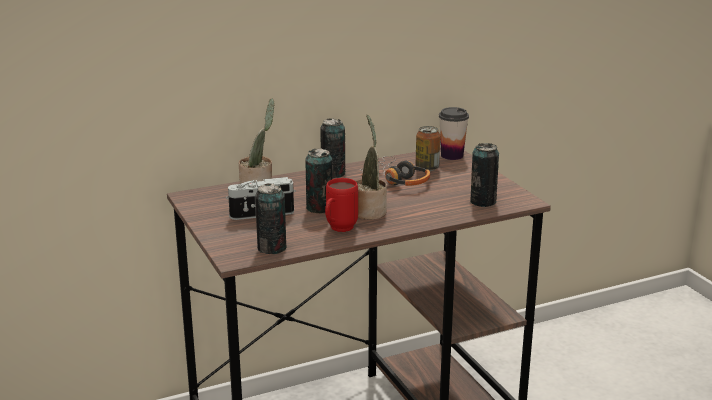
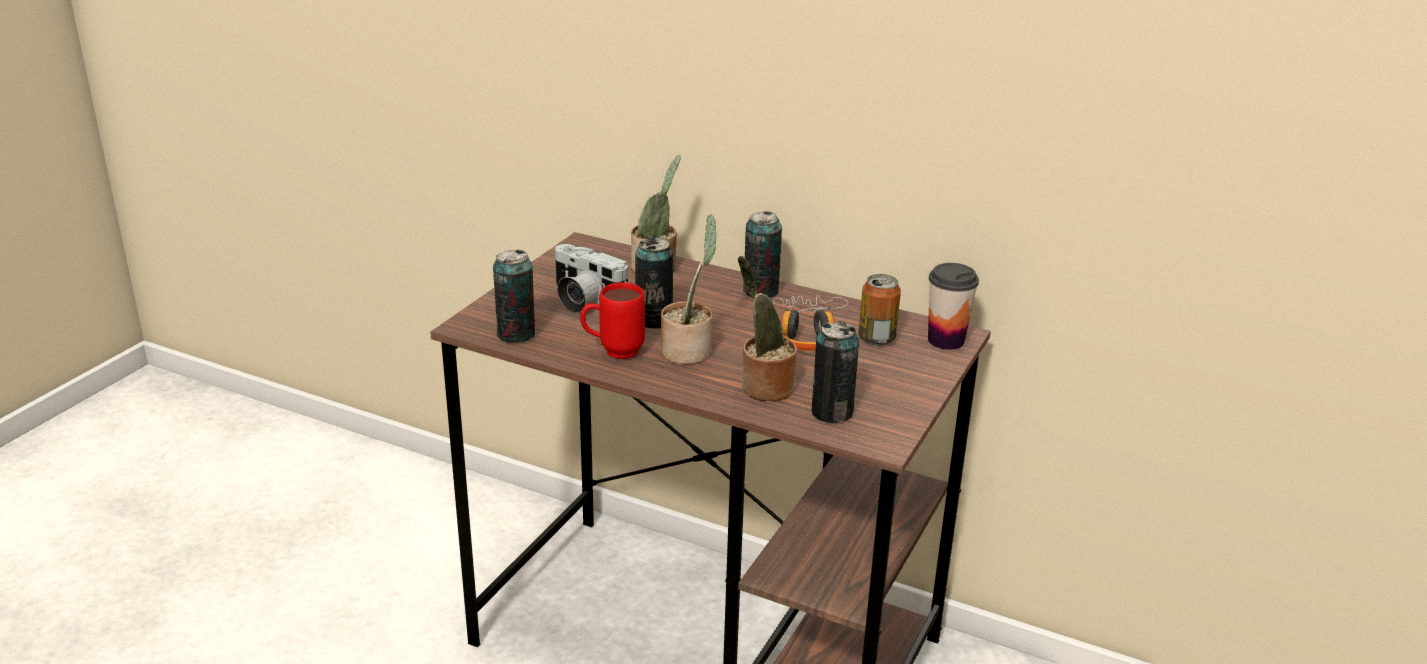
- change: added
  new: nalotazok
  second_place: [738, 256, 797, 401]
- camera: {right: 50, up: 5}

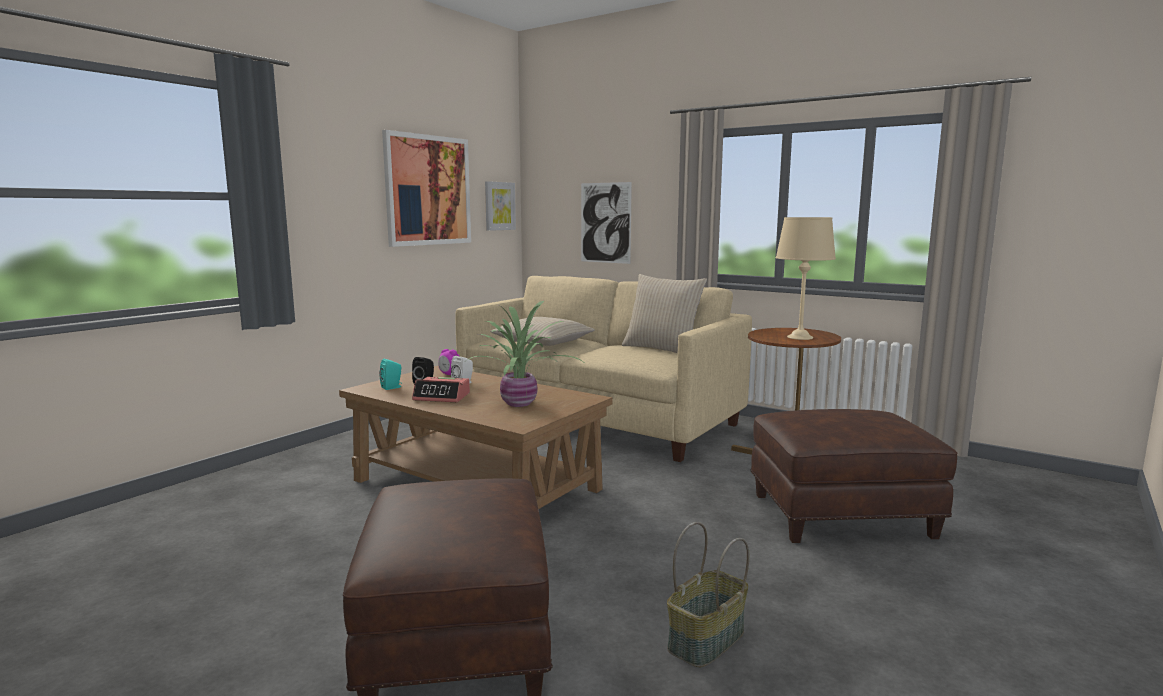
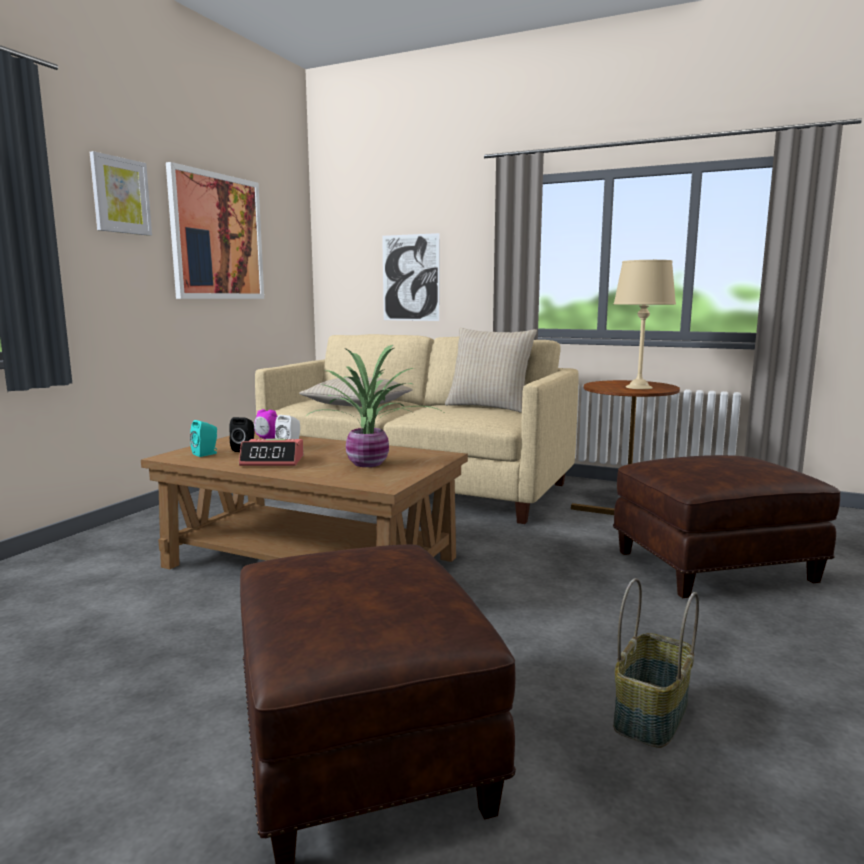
- change: moved
  old: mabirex
  first_place: [485, 181, 516, 231]
  second_place: [90, 151, 152, 236]
- camera: {right: -10, up: 0}

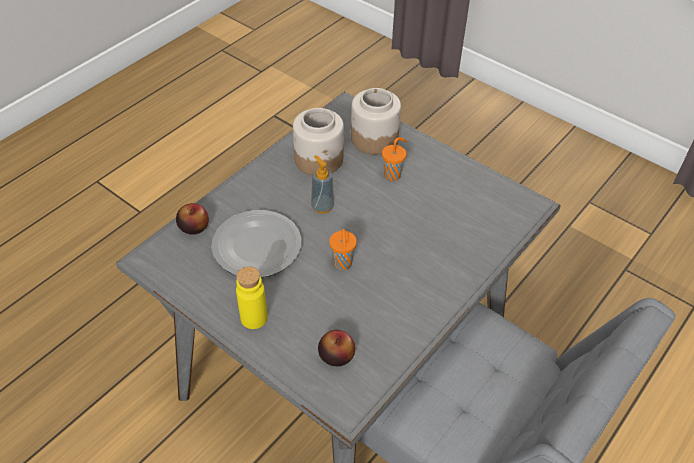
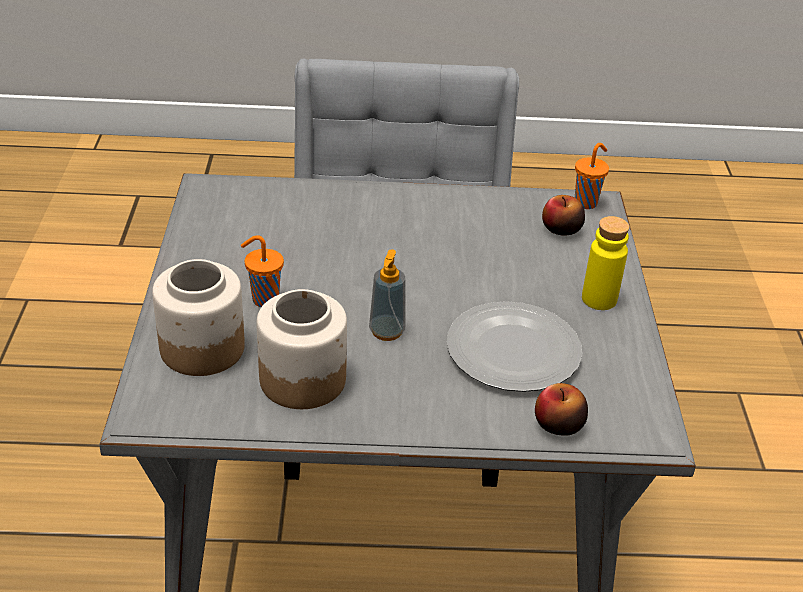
- change: moved
  old: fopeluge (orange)
  first_place: [329, 228, 357, 270]
  second_place: [575, 143, 609, 209]
- camera: {right: -130, up: -10}

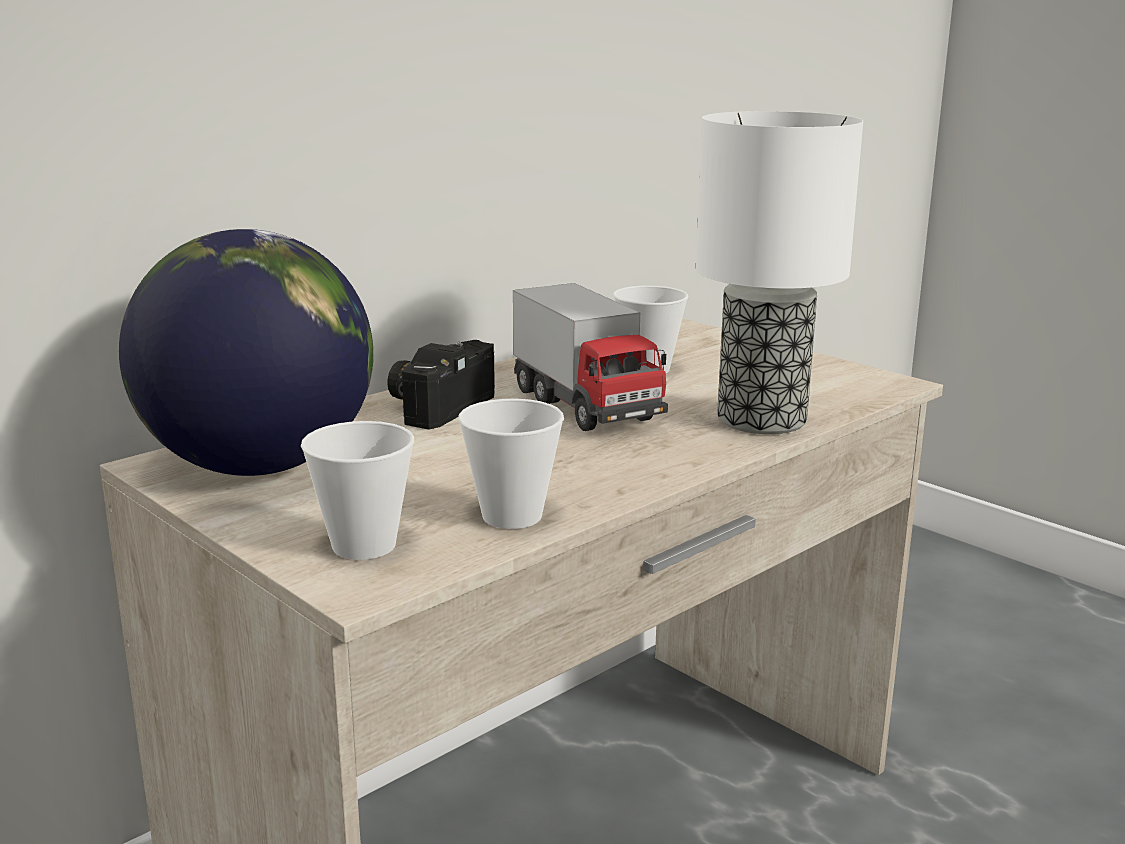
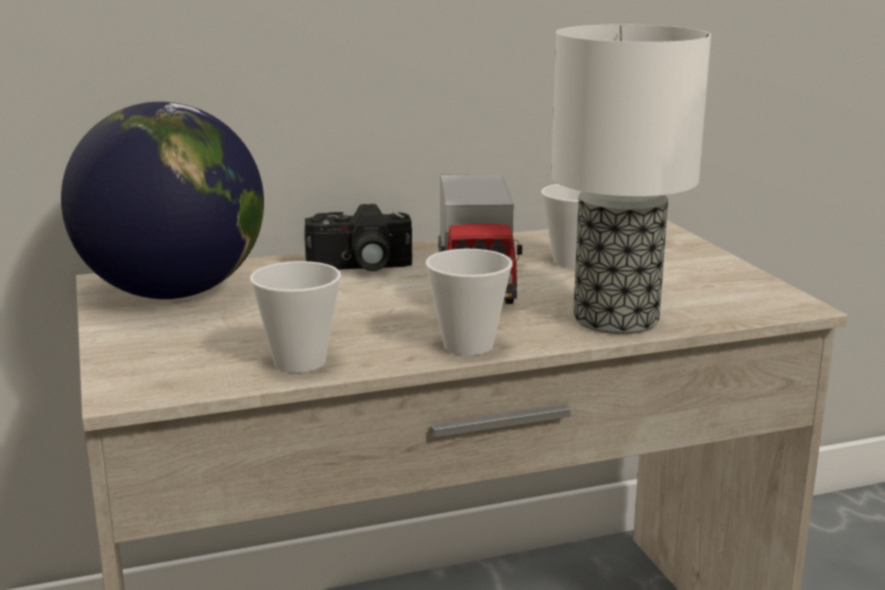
- change: turned
  old: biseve
  first_place: [387, 340, 495, 430]
  second_place: [304, 204, 412, 271]
  degrees: -150
- change: moved
  old: fopeluge
  first_place: [301, 421, 414, 560]
  second_place: [425, 249, 513, 355]
- camera: {right: 25, up: 0}

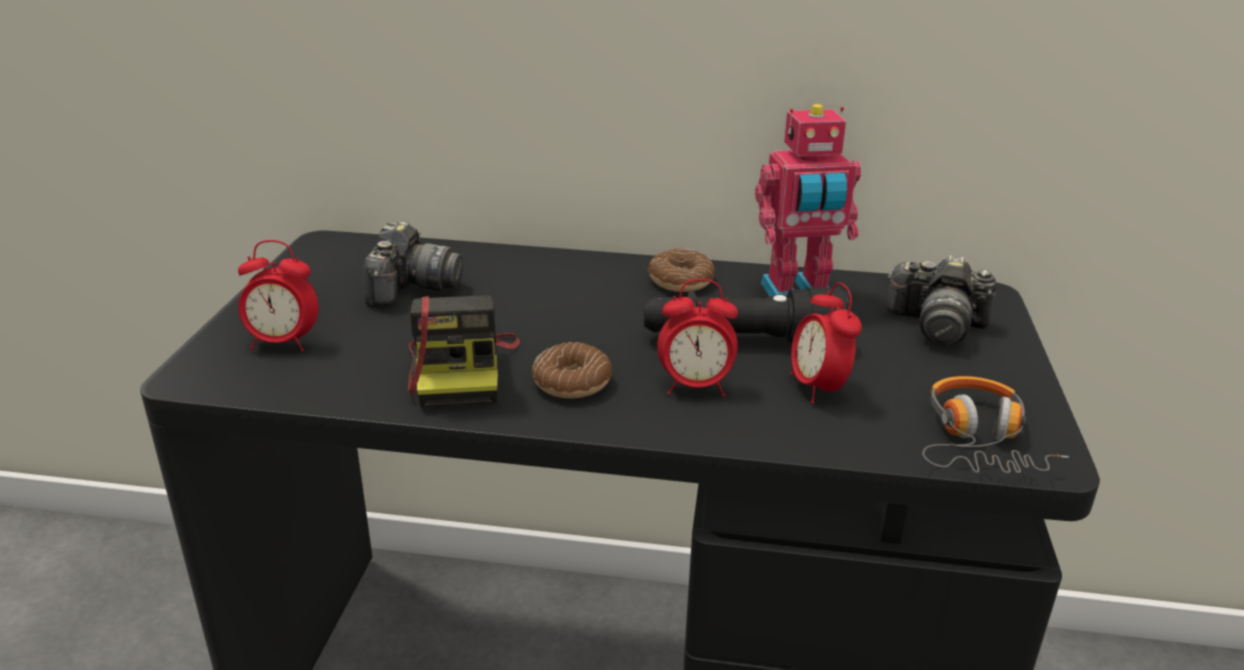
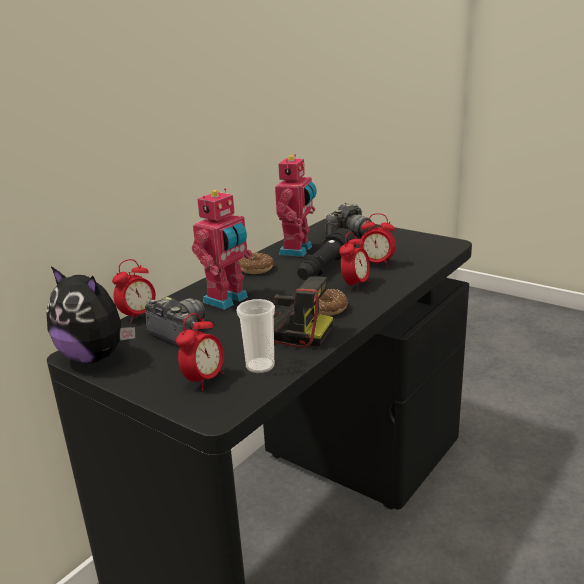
- change: added
  new: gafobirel
  second_place: [46, 266, 135, 363]
- change: added
  new: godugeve
  second_place: [112, 259, 156, 323]
- change: added
  new: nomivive
  second_place: [192, 188, 252, 310]
- change: added
  new: fopeluge
  second_place: [236, 299, 275, 373]
- change: removed
  old: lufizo
  first_place: [922, 376, 1069, 473]
- camera: {right: -60, up: -5}

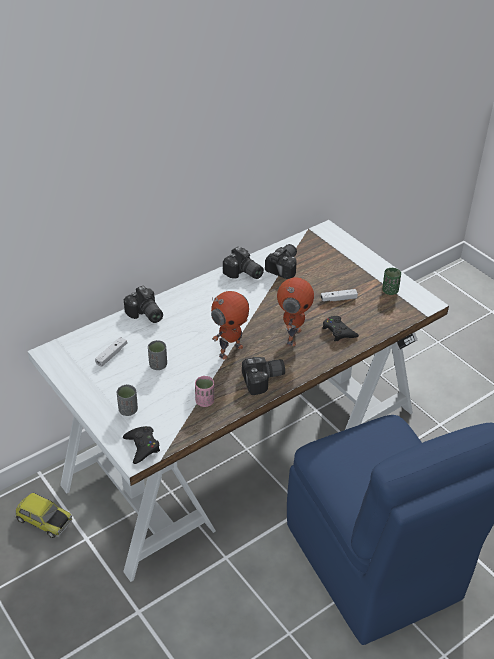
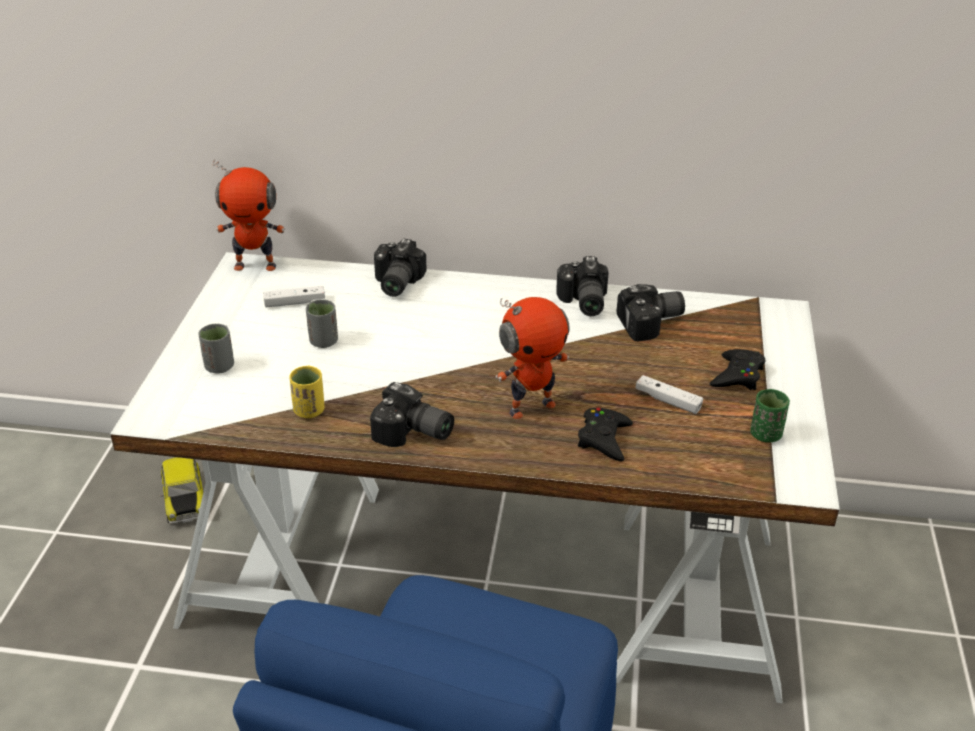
- change: moved
  old: nomivive
  first_place: [211, 291, 249, 360]
  second_place: [212, 159, 285, 271]
- change: recoloured
  old: fopeluge (pink)
  new: fopeluge (yellow)
  first_place: [195, 376, 214, 407]
  second_place: [289, 366, 325, 418]
- change: moved
  old: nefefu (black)
  first_place: [123, 426, 160, 464]
  second_place: [710, 349, 766, 390]
- camera: {right: 45, up: -5}

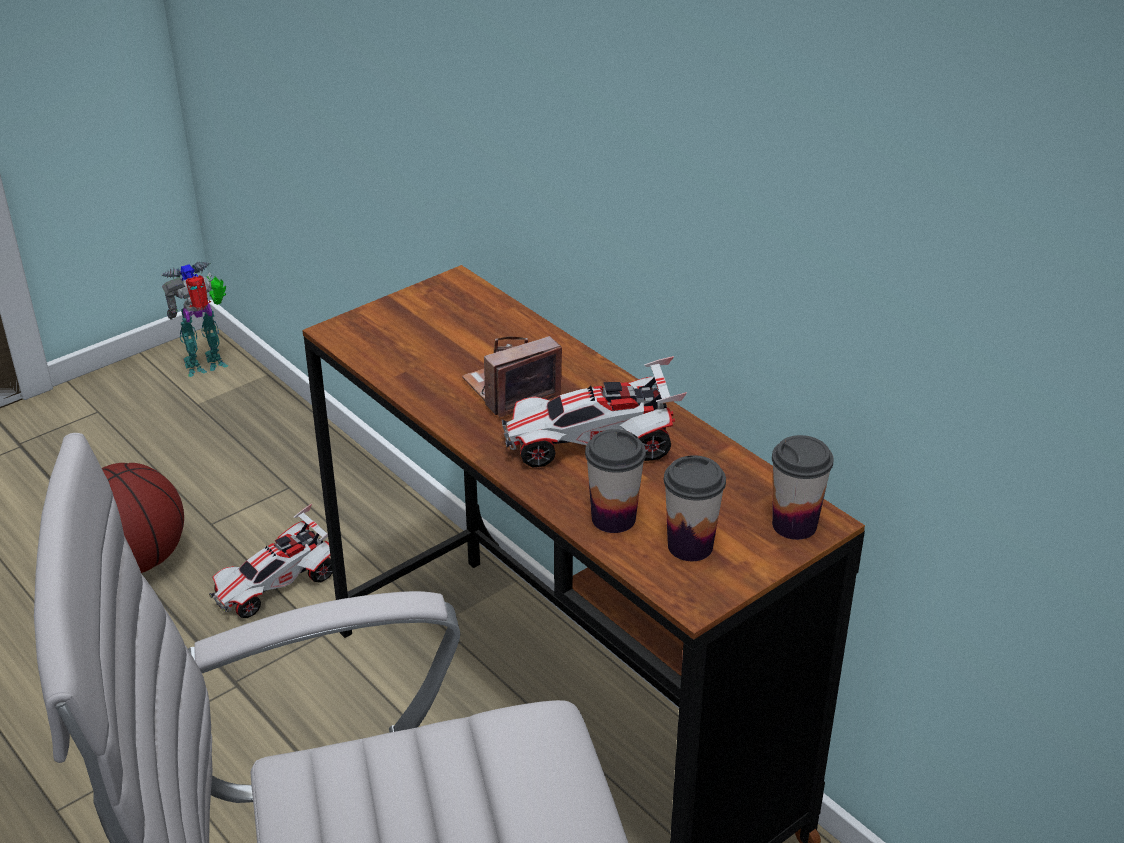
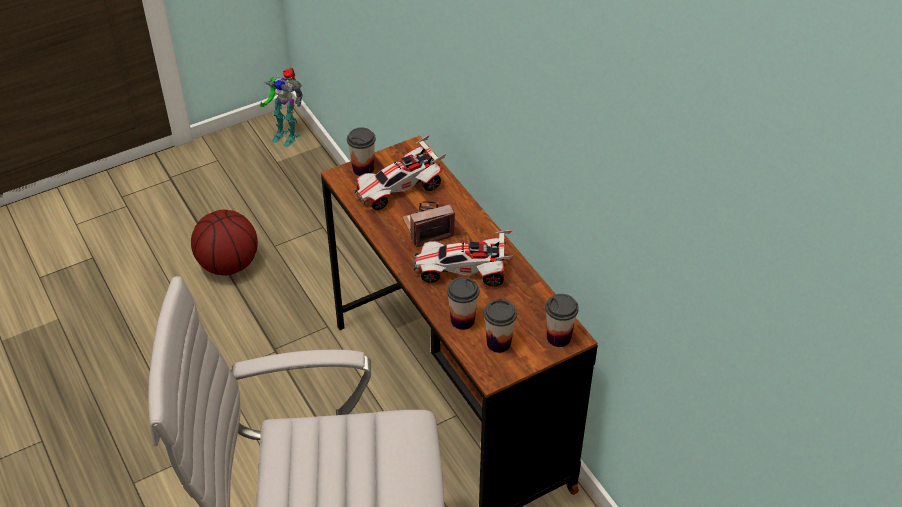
- change: turned
  old: nomivive
  first_place: [161, 261, 228, 377]
  second_place: [260, 68, 303, 147]
  degrees: -135
- change: added
  new: fopeluge
  second_place: [347, 127, 376, 176]
- change: moved
  old: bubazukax
  first_place: [209, 504, 333, 618]
  second_place: [353, 135, 446, 210]
- camera: {right: 10, up: 10}

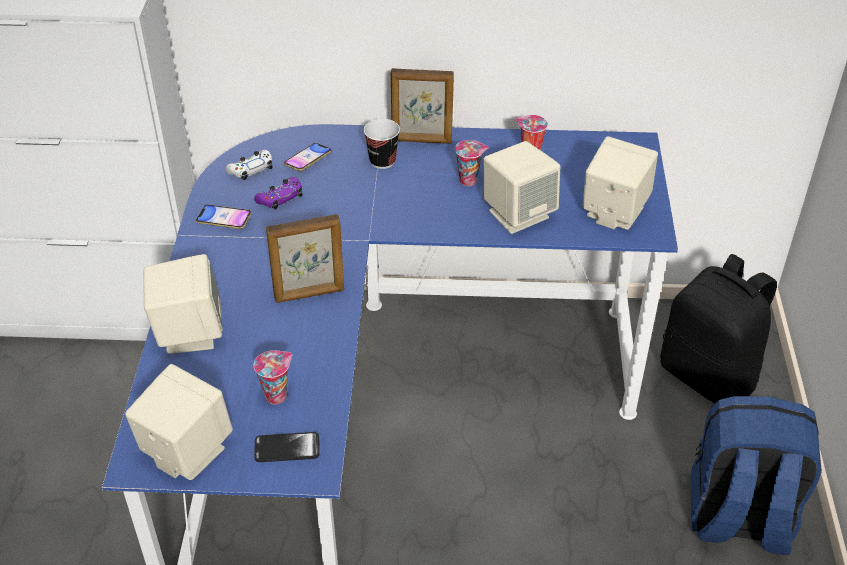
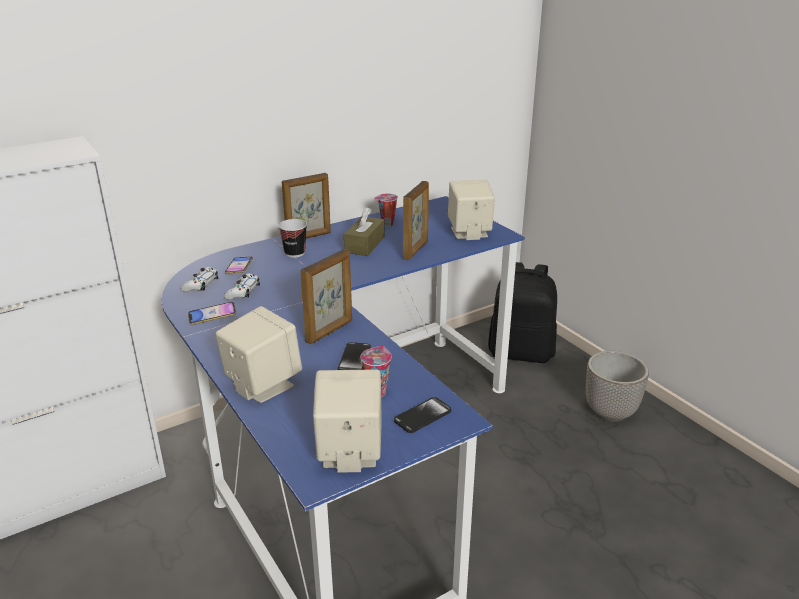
- change: recoloured
  old: nefefu (purple)
  new: nefefu (white)
  first_place: [254, 177, 303, 210]
  second_place: [224, 274, 260, 300]
- change: added
  new: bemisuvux
  second_place: [338, 342, 371, 370]
- change: replaced
  old: fopeluge
  new: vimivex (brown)
  first_place: [455, 140, 489, 186]
  second_place: [344, 208, 384, 256]
- change: replaced
  old: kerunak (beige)
  new: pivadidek
  first_place: [484, 141, 560, 234]
  second_place: [403, 181, 429, 260]
- change: replaced
  old: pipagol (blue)
  new: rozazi
  first_place: [691, 396, 822, 555]
  second_place: [586, 351, 649, 422]
- camera: {right: -35, up: -15}

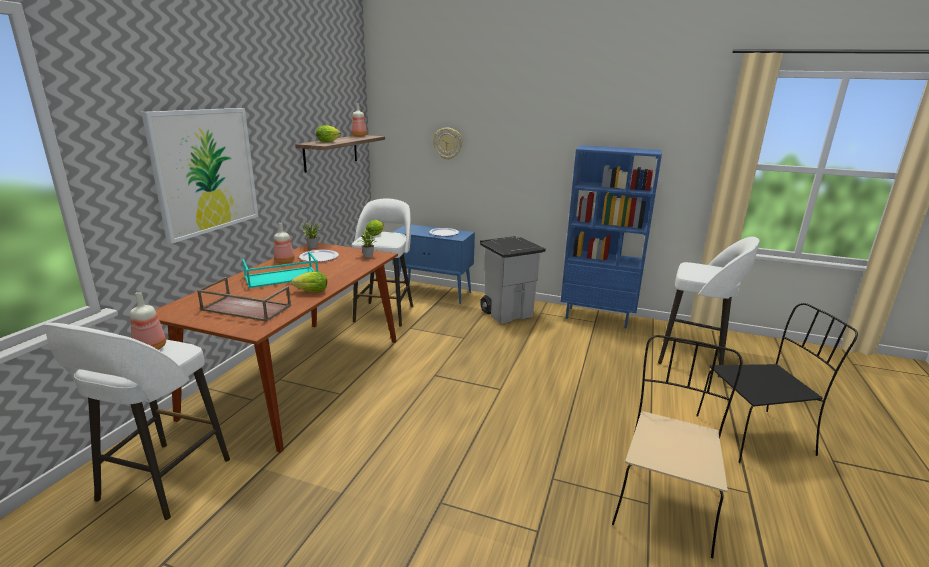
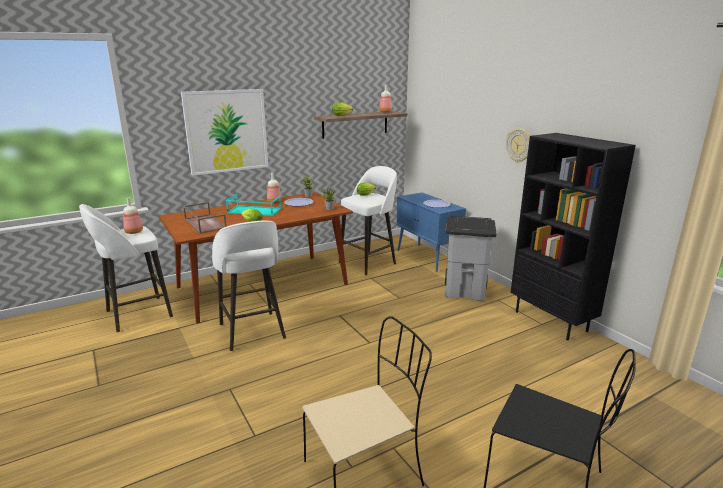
- change: moved
  old: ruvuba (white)
  first_place: [658, 237, 760, 378]
  second_place: [212, 221, 286, 351]
- change: moved
  old: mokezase
  first_place: [433, 128, 462, 160]
  second_place: [506, 128, 531, 163]
- change: recoloured
  old: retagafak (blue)
  new: retagafak (black)
  first_place: [561, 145, 662, 328]
  second_place: [511, 133, 636, 341]
- camera: {right: 40, up: 0}

